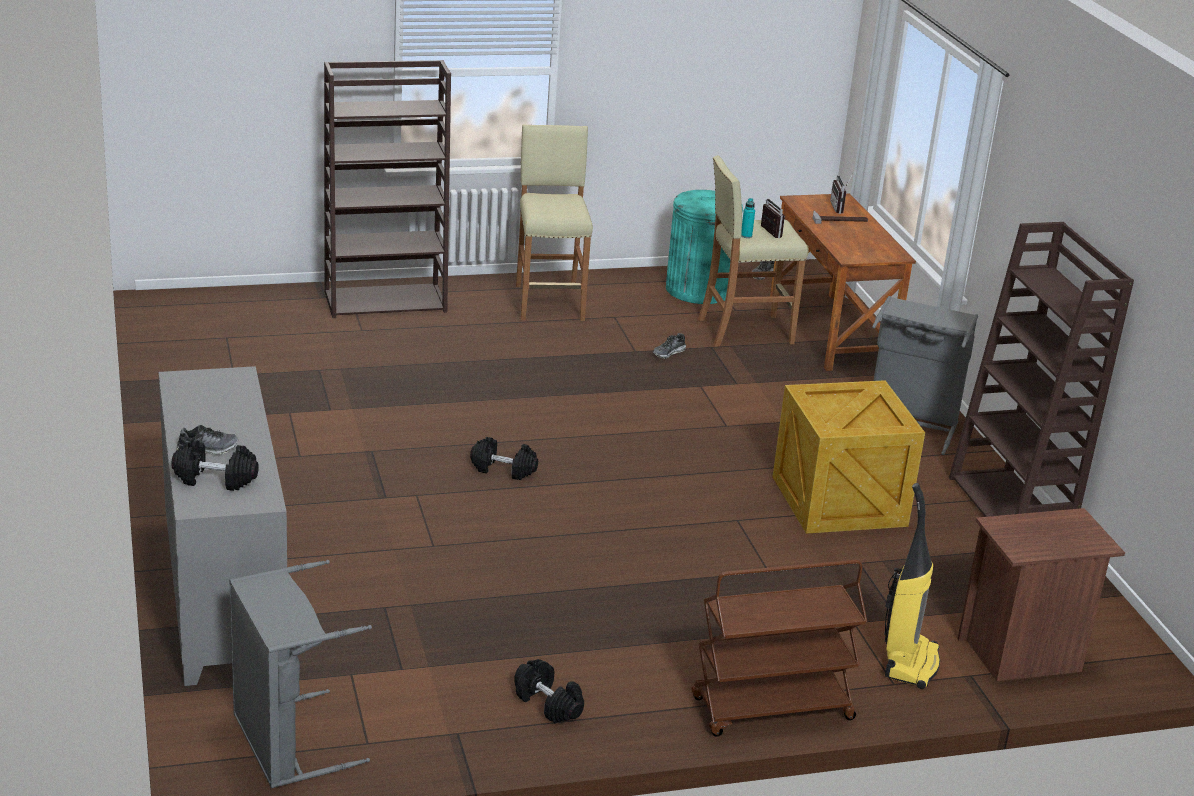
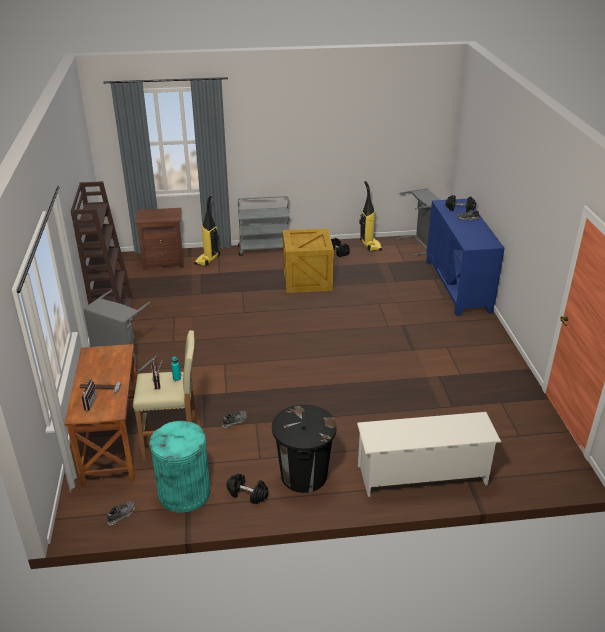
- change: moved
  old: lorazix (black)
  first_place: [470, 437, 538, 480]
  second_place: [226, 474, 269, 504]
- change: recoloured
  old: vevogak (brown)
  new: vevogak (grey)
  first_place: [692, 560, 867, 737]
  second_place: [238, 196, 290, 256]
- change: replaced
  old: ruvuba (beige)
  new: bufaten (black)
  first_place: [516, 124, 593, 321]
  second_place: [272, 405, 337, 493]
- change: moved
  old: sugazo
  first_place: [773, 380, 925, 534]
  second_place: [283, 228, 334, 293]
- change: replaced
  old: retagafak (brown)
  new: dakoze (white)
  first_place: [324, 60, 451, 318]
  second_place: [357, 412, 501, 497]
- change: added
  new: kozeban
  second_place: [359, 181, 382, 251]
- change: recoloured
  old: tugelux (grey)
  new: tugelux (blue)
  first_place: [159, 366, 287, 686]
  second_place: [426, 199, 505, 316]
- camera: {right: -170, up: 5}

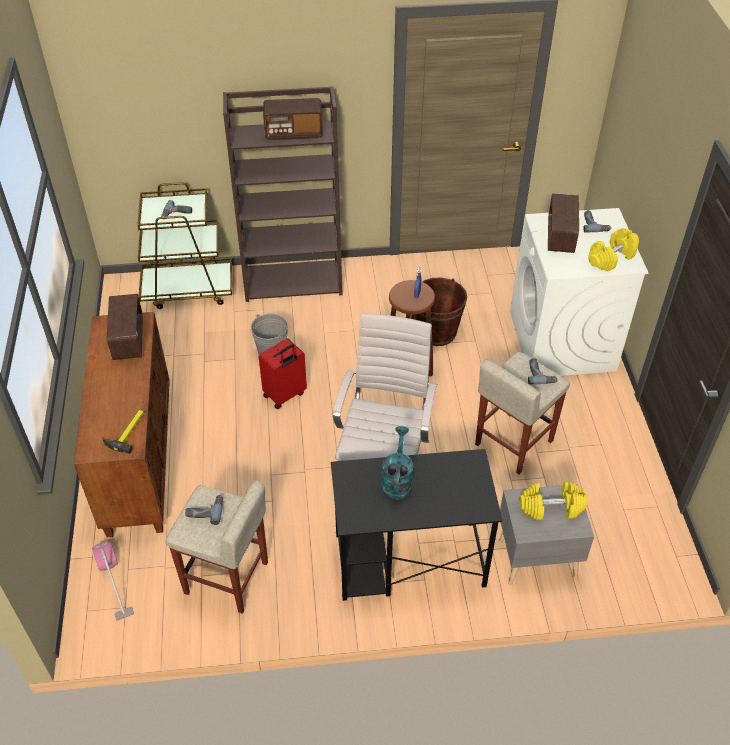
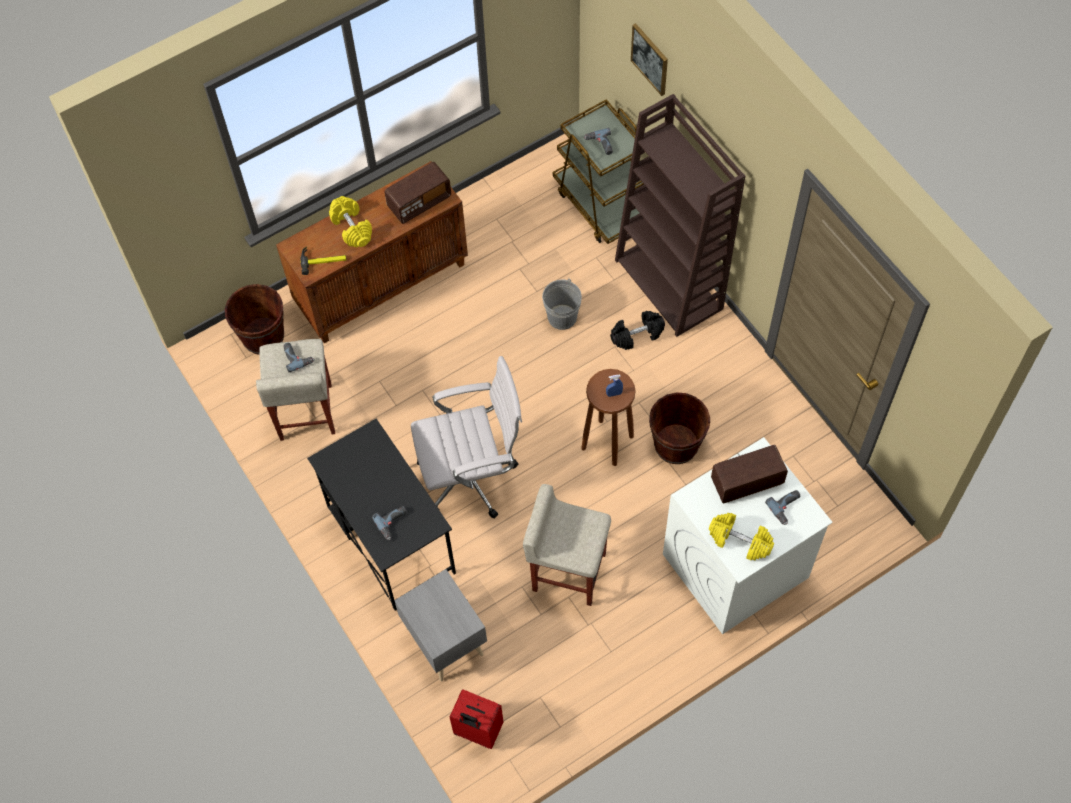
- change: replaced
  old: kozeban
  new: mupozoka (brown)
  first_place: [92, 541, 134, 621]
  second_place: [225, 284, 284, 354]
- change: moved
  old: lorazix (yellow)
  first_place: [519, 482, 588, 520]
  second_place: [329, 196, 372, 247]
- change: moved
  old: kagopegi
  first_place: [528, 358, 558, 385]
  second_place: [372, 506, 407, 540]
- change: moved
  old: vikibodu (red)
  first_place: [259, 338, 307, 409]
  second_place: [450, 690, 503, 749]
- change: added
  new: lorazix (black)
  second_place: [610, 311, 665, 350]
- change: added
  new: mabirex
  second_place: [631, 23, 668, 96]
- change: removed
  old: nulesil
  first_place: [263, 98, 323, 140]
- change: removed
  old: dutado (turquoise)
  first_place: [381, 426, 413, 500]
- camera: {right: 65, up: 15}

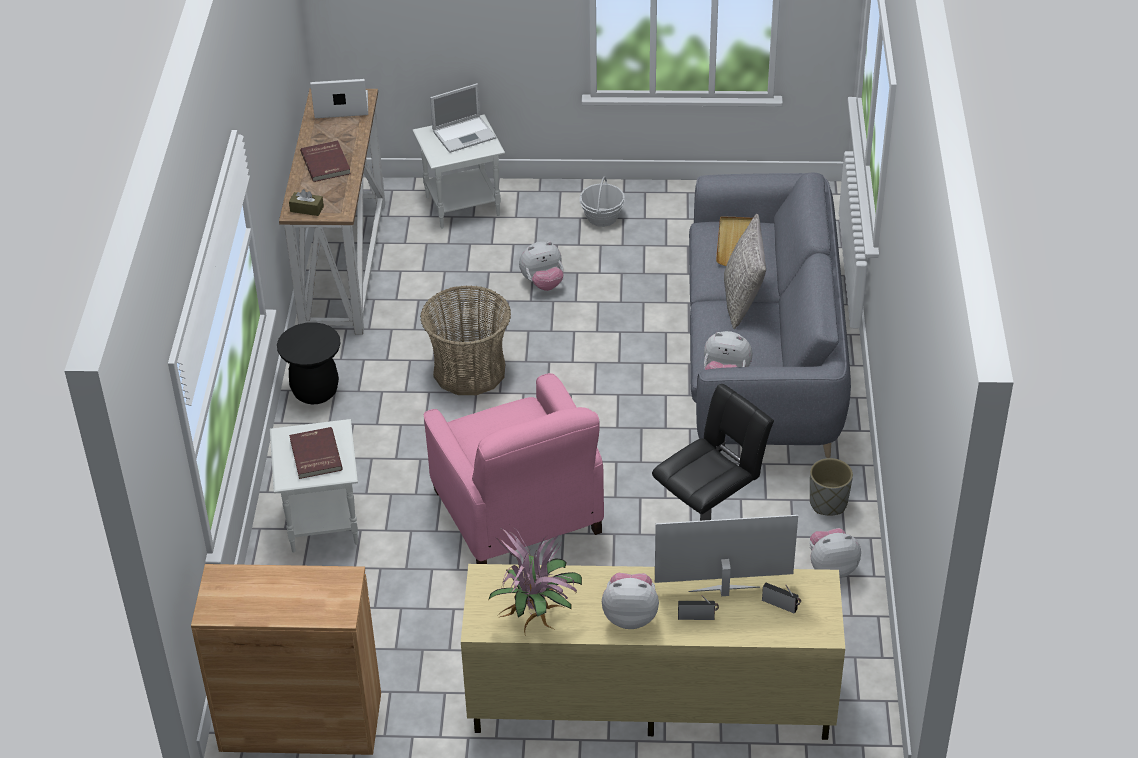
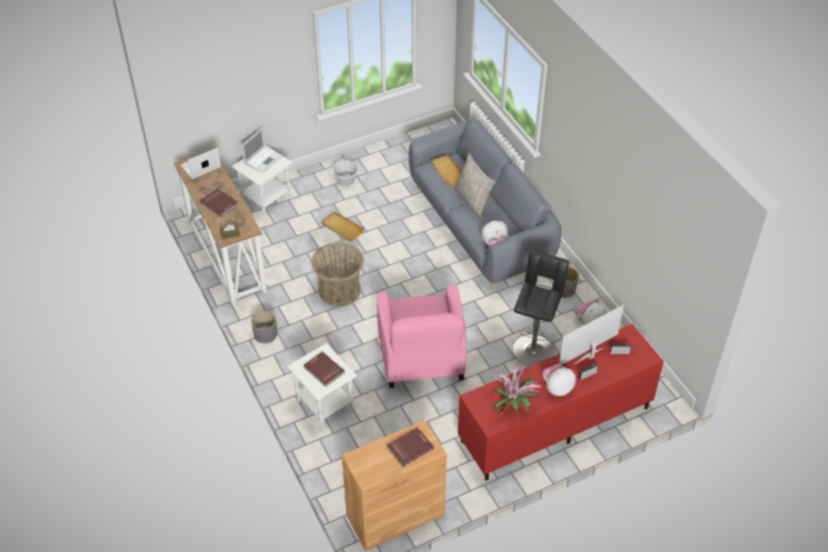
- change: replaced
  old: ruvuba (black)
  new: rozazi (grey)
  first_place: [277, 322, 341, 404]
  second_place: [251, 311, 277, 343]
- change: replaced
  old: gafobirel
  new: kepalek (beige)
  first_place: [519, 241, 564, 291]
  second_place: [321, 211, 364, 241]
- change: turned
  old: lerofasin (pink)
  first_place: [424, 373, 604, 564]
  second_place: [377, 285, 467, 388]
  degrees: 45
- change: added
  new: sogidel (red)
  second_place: [387, 427, 434, 467]
- change: recoloured
  old: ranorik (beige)
  new: ranorik (red)
  first_place: [461, 564, 845, 740]
  second_place: [458, 324, 664, 481]
- camera: {right: -30, up: 5}

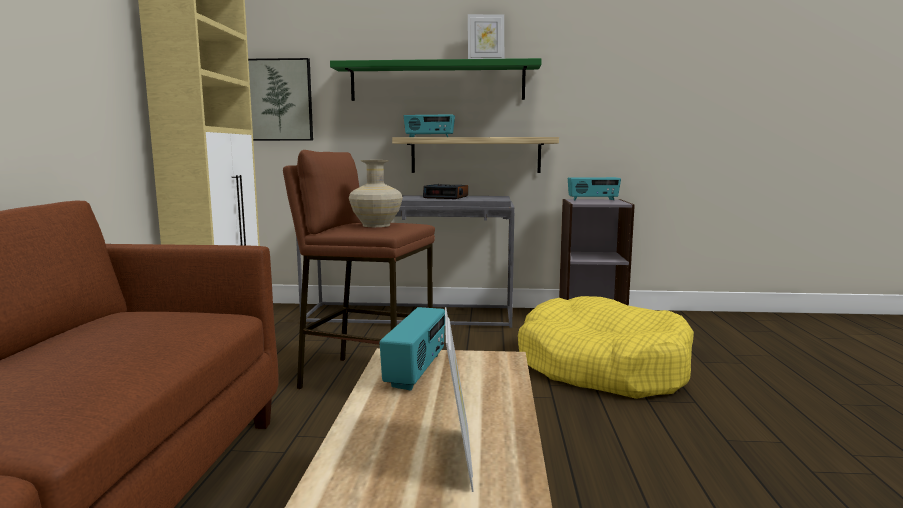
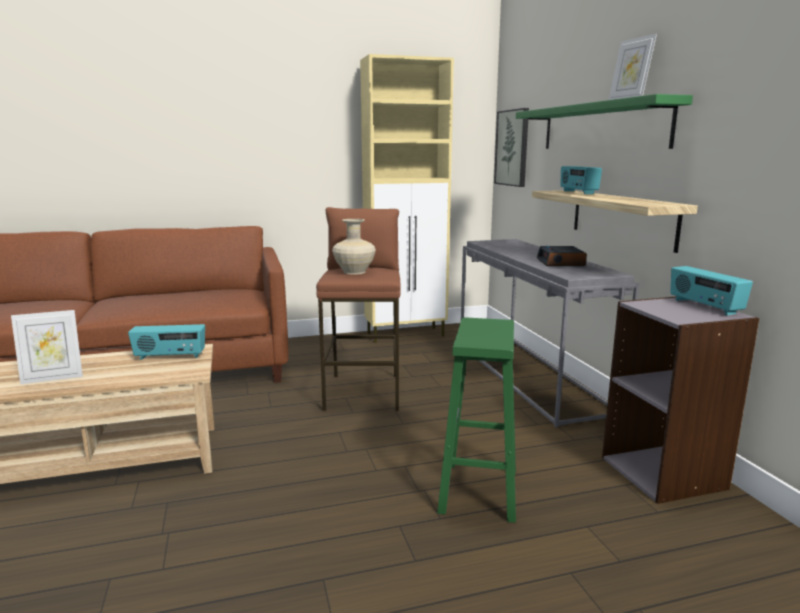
- change: replaced
  old: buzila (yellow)
  new: ruvuba (green)
  first_place: [518, 296, 694, 399]
  second_place: [437, 317, 516, 523]
- camera: {right: 70, up: 5}

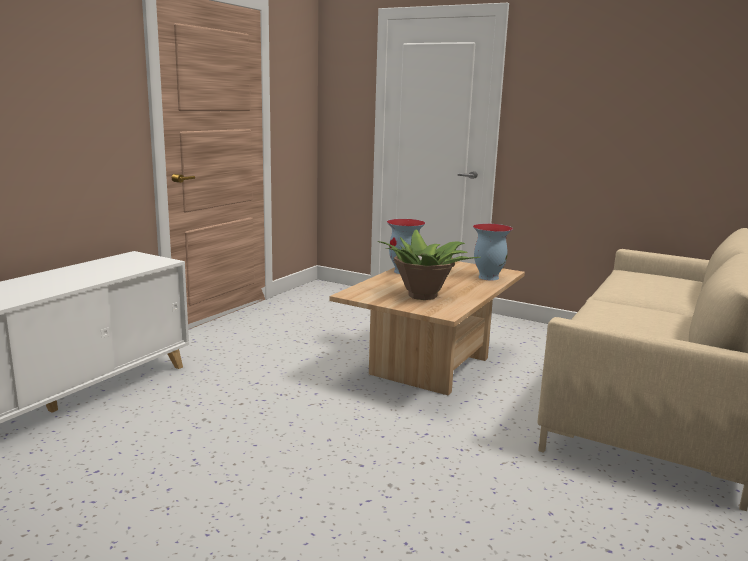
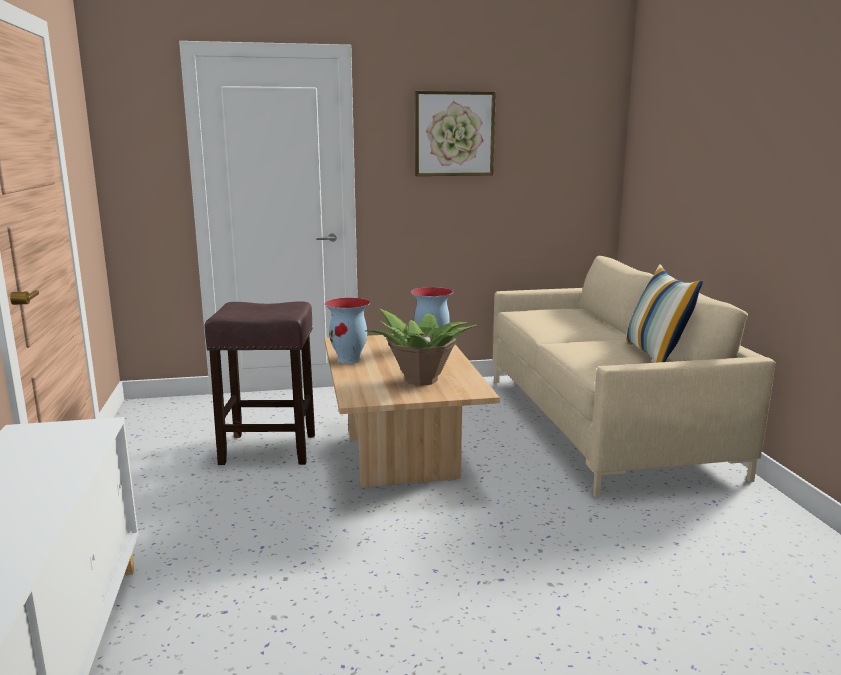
- change: added
  new: ruvuba (brown)
  second_place: [204, 301, 315, 465]
- change: added
  new: mabirex
  second_place: [415, 91, 496, 176]
- change: added
  new: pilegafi
  second_place: [625, 264, 703, 363]
- camera: {right: -40, up: 0}

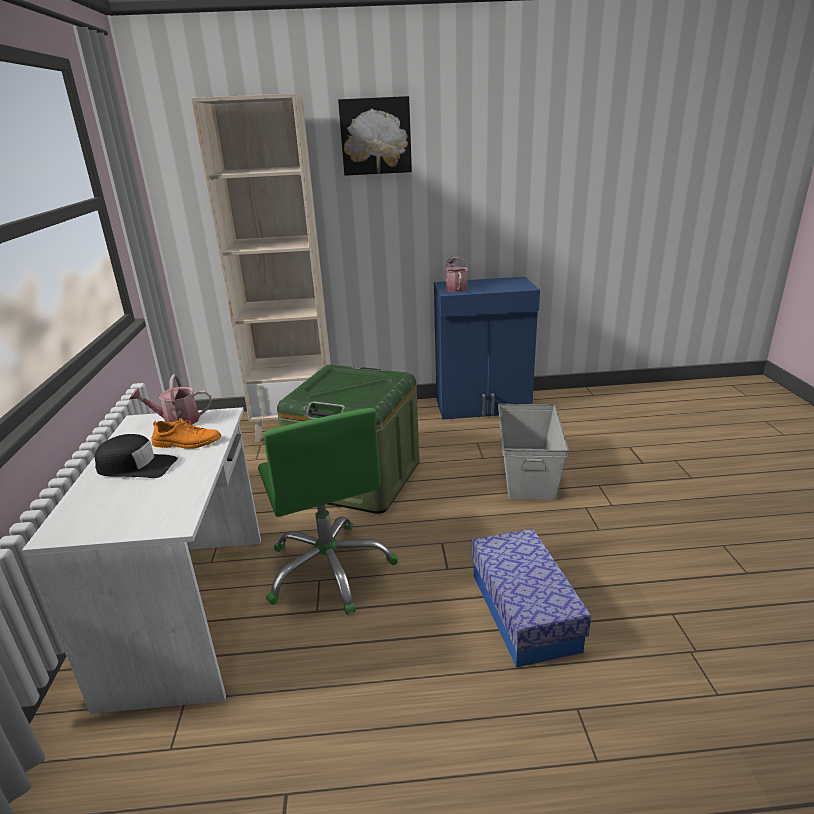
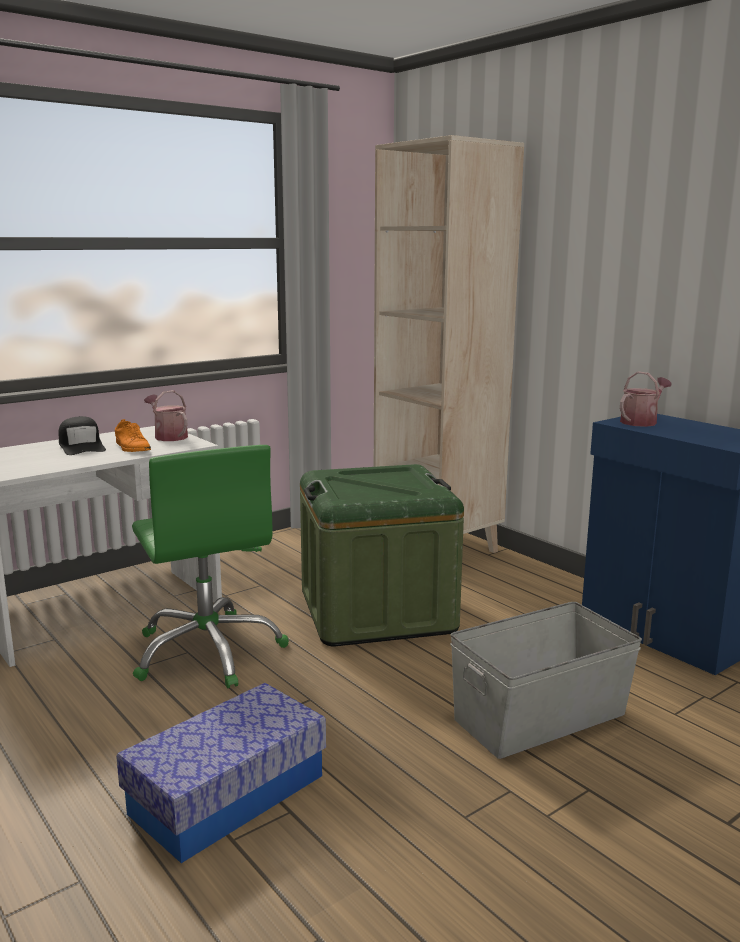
- change: turned
  old: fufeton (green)
  first_place: [258, 408, 398, 615]
  second_place: [132, 445, 289, 688]
  degrees: -60
- change: removed
  old: mabirex
  first_place: [338, 96, 412, 176]
- camera: {right: 55, up: -10}

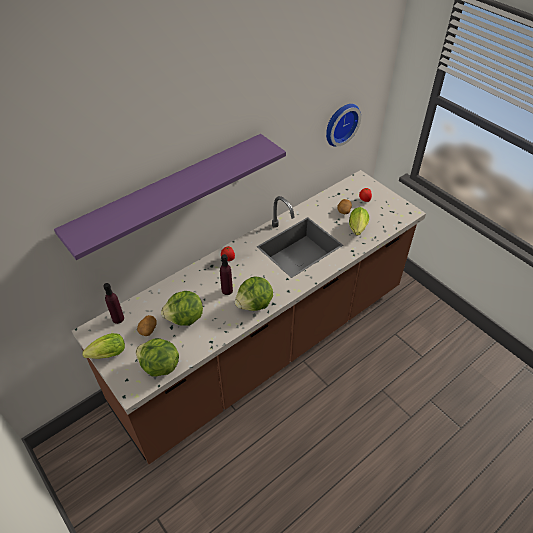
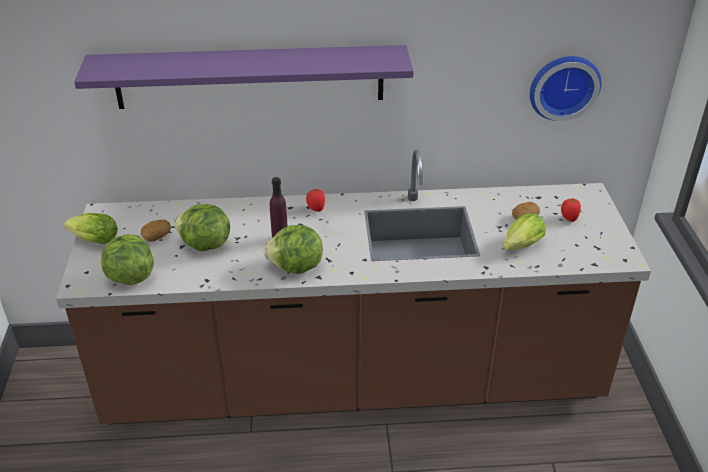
- change: removed
  old: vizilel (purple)
  first_place: [103, 283, 124, 324]
- camera: {right: 35, up: -10}

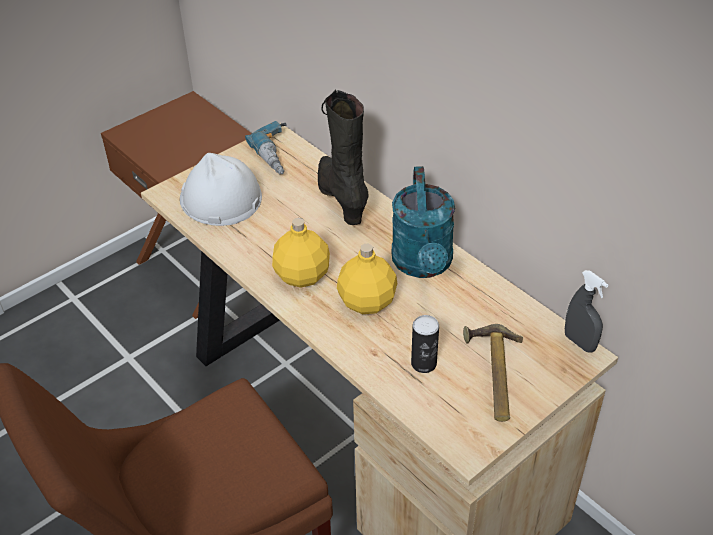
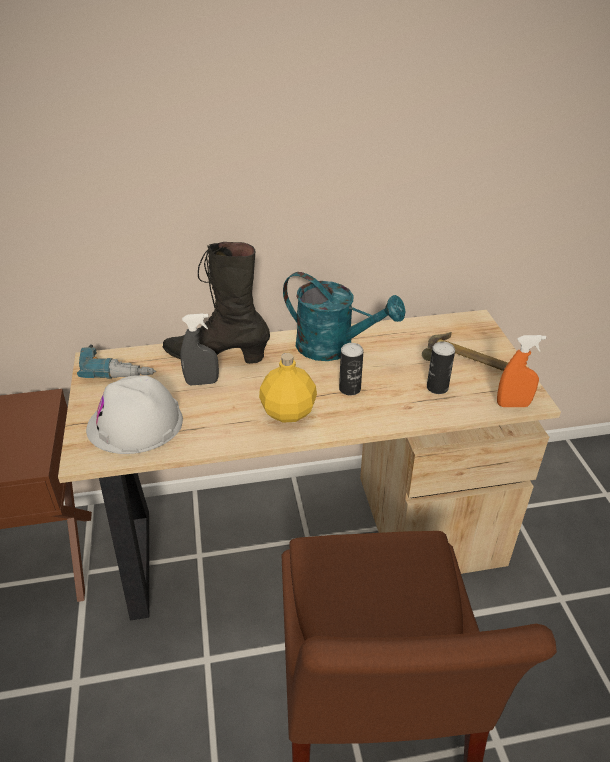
- change: moved
  old: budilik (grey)
  first_place: [565, 270, 609, 353]
  second_place: [180, 313, 219, 385]
- change: replaced
  old: vizilel (yellow)
  new: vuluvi
  first_place: [337, 244, 397, 314]
  second_place: [339, 343, 364, 395]
- change: added
  new: budilik (orange)
  second_place: [497, 335, 546, 407]
- camera: {right: -60, up: -5}

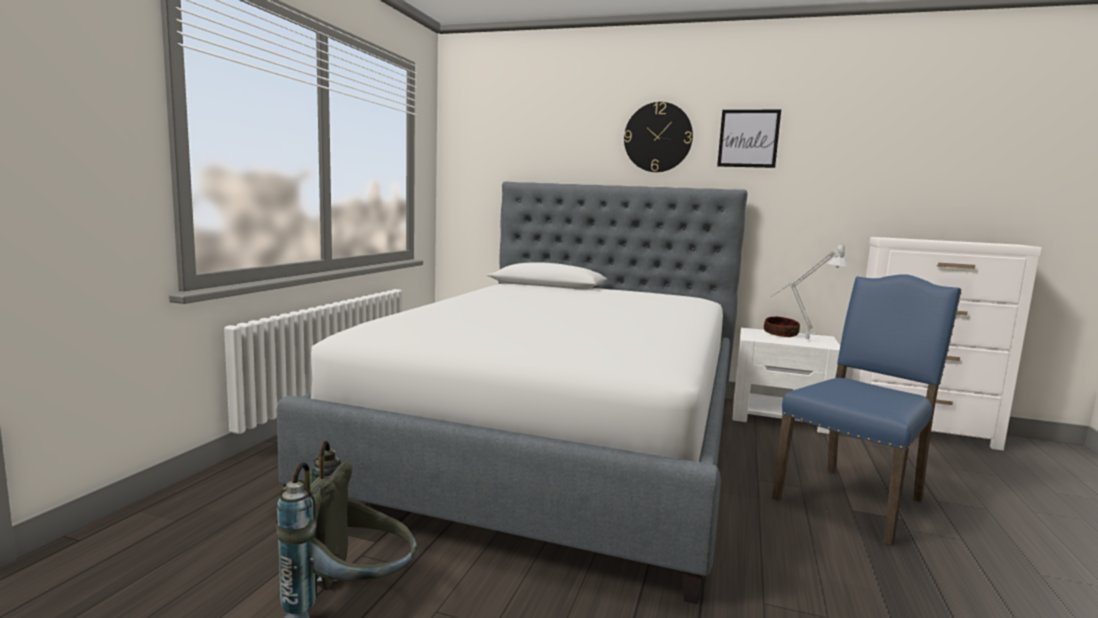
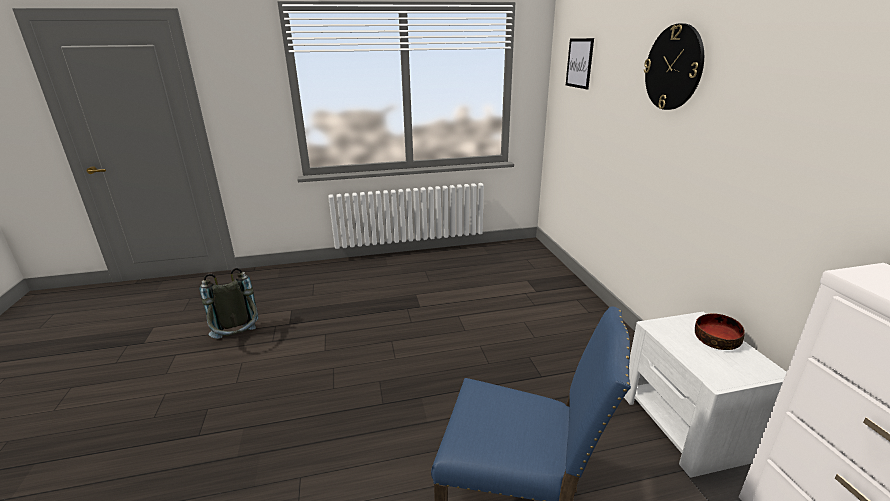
- change: moved
  old: mabirex
  first_place: [717, 110, 781, 168]
  second_place: [566, 38, 594, 89]
- change: removed
  old: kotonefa
  first_place: [276, 182, 748, 604]
- change: removed
  old: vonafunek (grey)
  first_place: [771, 245, 849, 339]
- camera: {right: 60, up: 15}

